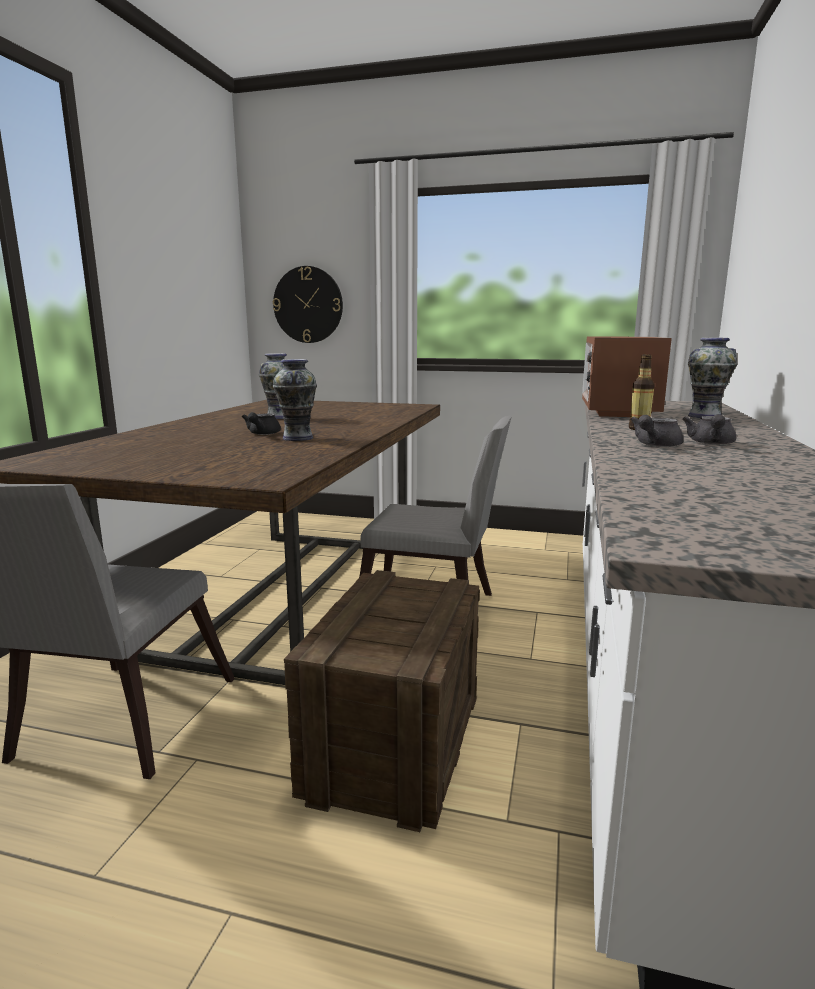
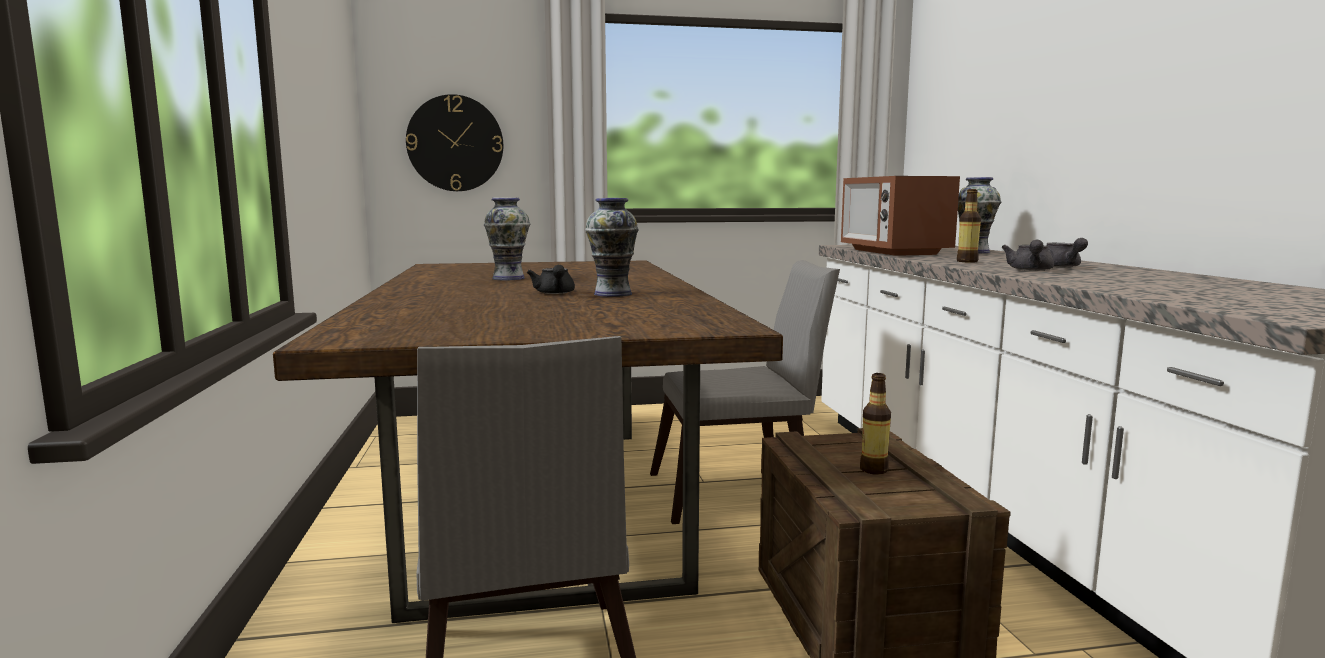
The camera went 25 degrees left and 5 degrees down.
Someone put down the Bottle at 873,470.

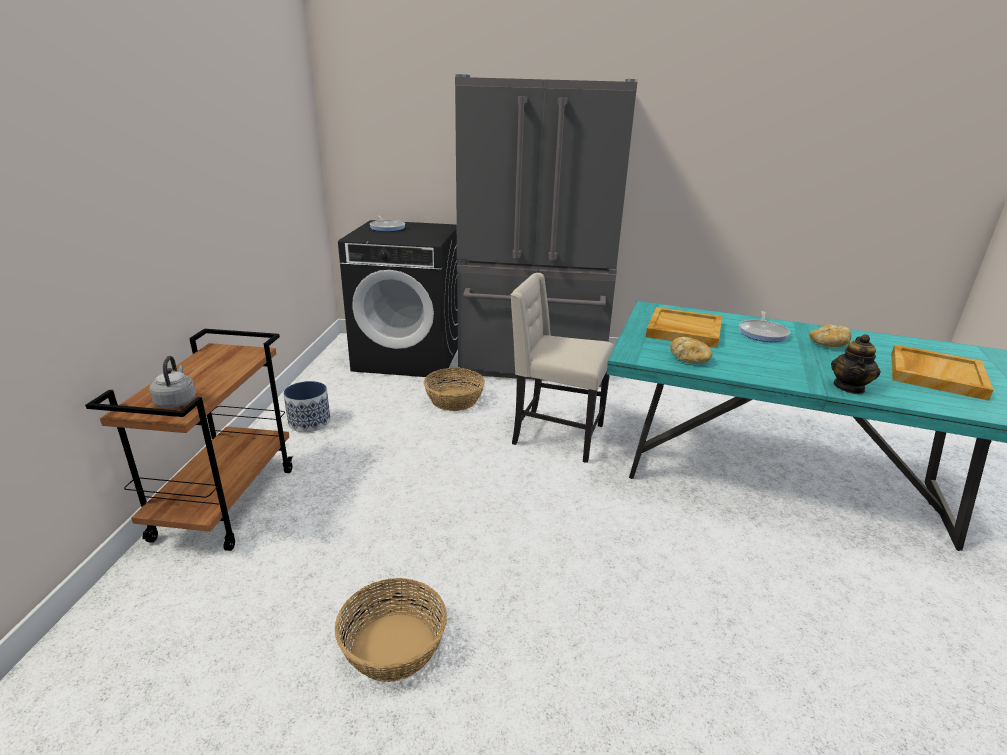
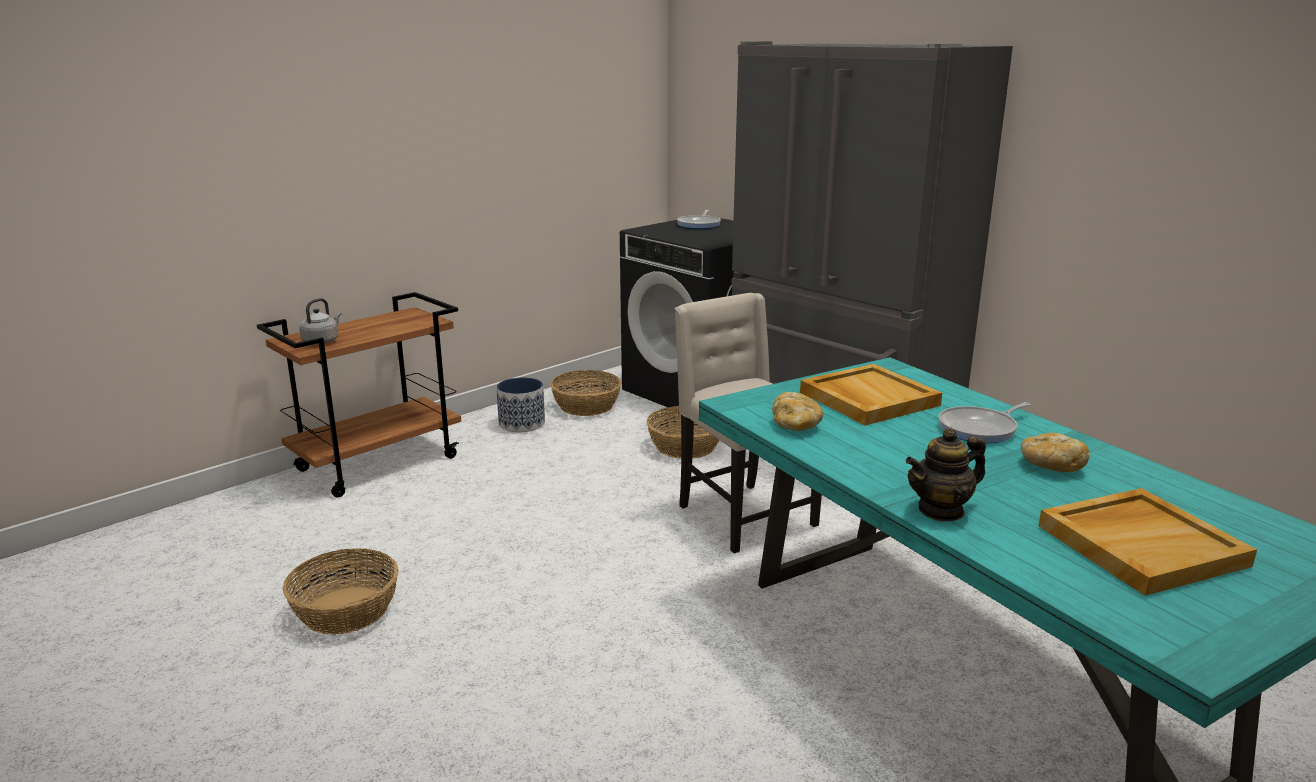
The camera went 40 degrees right and 5 degrees down.
Someone put down the Basket at 586,406.

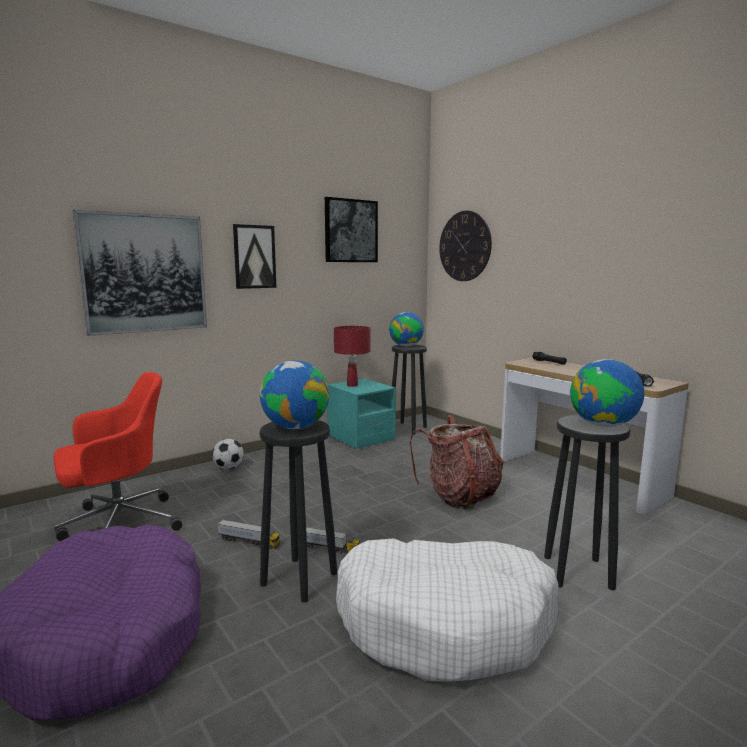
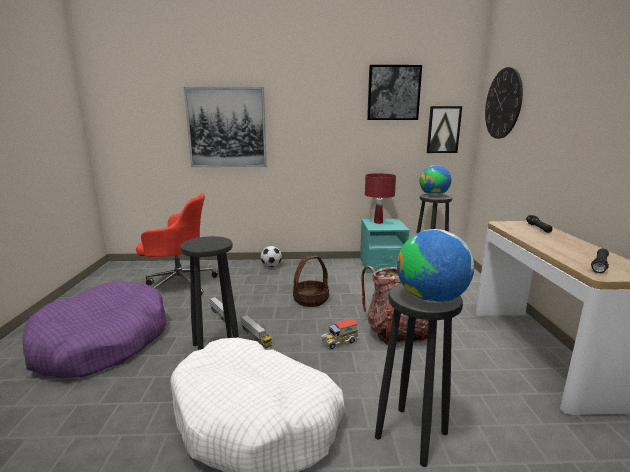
The camera went 35 degrees right and 5 degrees up.
Someone took away the Globe at 295,427.
Someone put down the Basket at 311,300.
Someone put down the ToyTruck at 339,342.
Someone carried the Picture from 254,257 to 443,129.

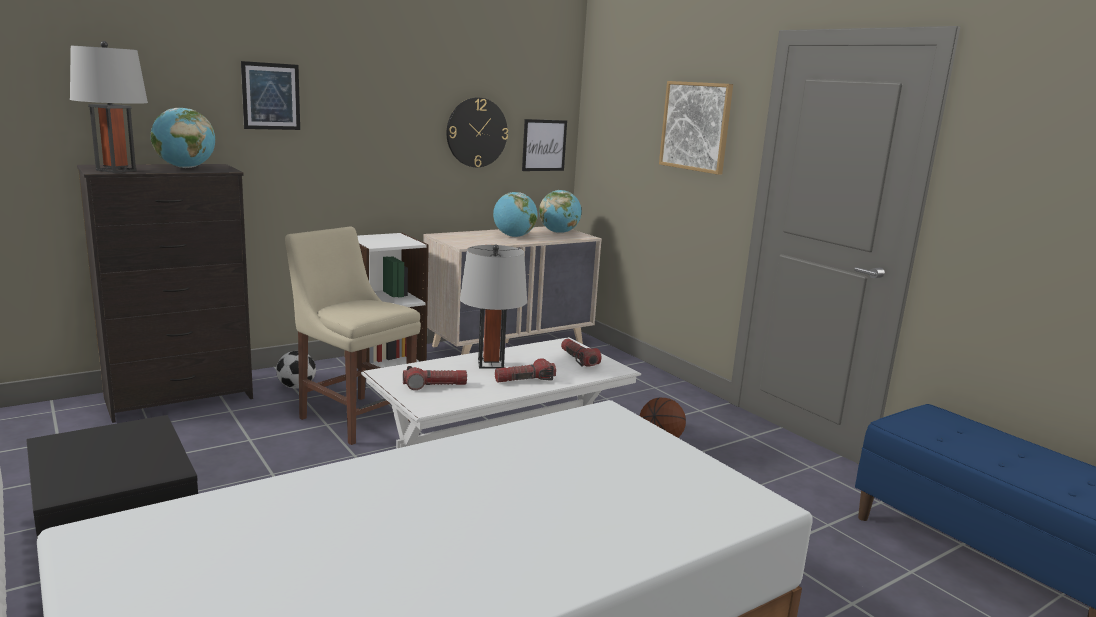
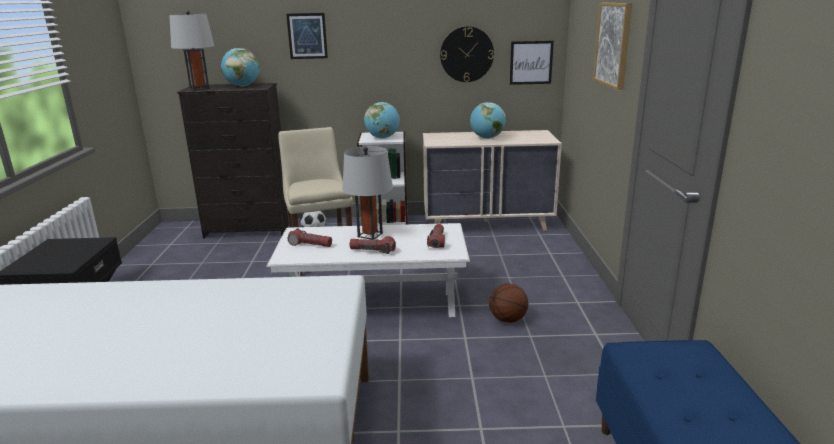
The camera went 35 degrees right and 5 degrees up.
Someone carried the Globe from 559,232 to 382,138.

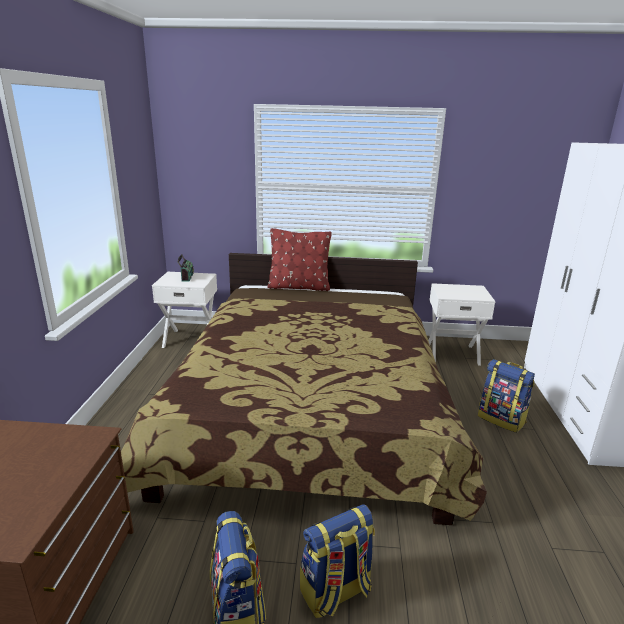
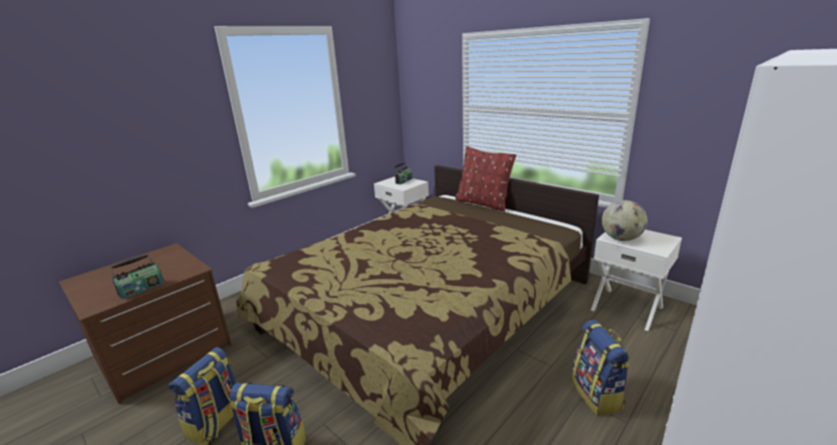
The camera went 40 degrees right and 0 degrees up.
Someone put down the Radio at 141,288.
Someone put down the Globe at 621,239.

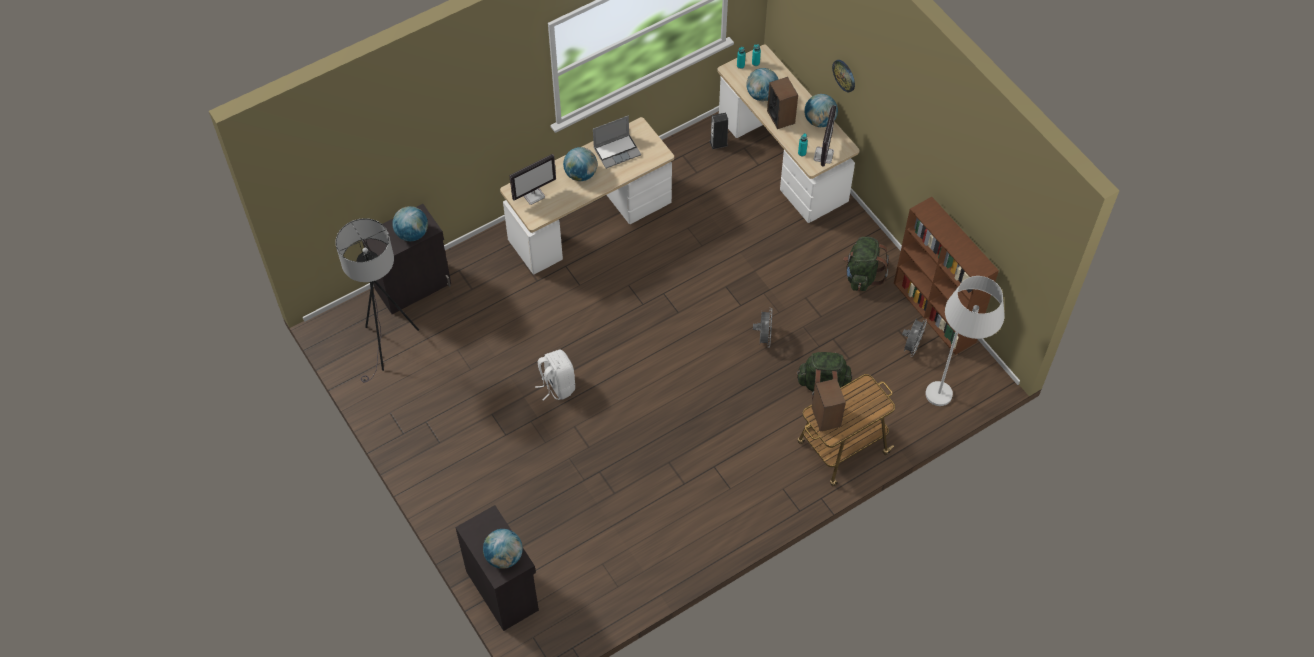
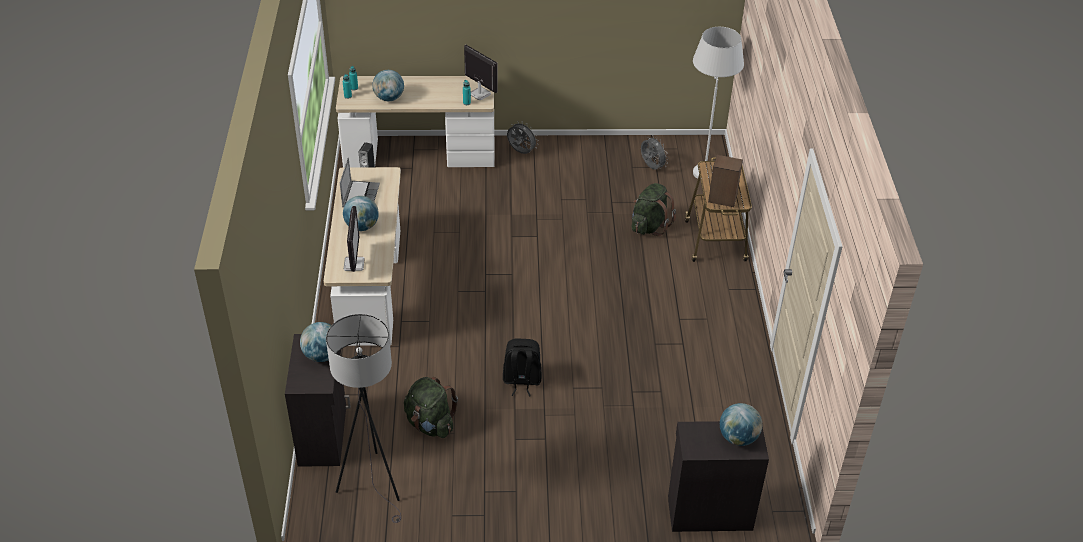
The camera went 60 degrees left and 15 degrees down.
Someone took away the Speaker at 781,117.
Someone took away the Globe at 819,121.
Someone took away the WallClock at 844,75.
Someone took away the BrownBookcase at 935,313.
Someone carried the GreyFan from 763,337 to 521,152.
Someone carried the GreenBackpack from 862,275 to 430,424.
Someone repainted the WhiteBackpack at 557,385, which became the BlackBackpack at 521,381.

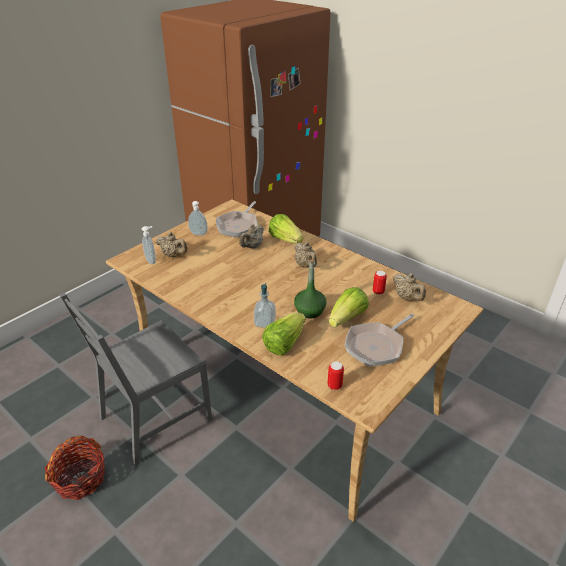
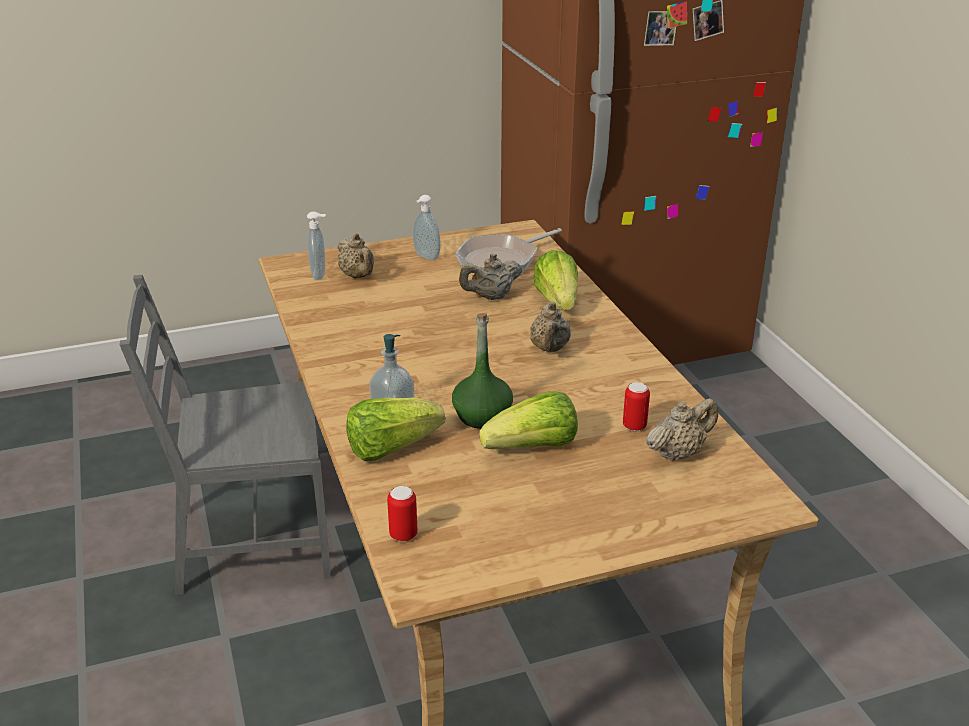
The camera went 30 degrees right and 5 degrees down.
Someone took away the Basket at 80,478.
Someone took away the FryingPan at 376,346.
Someone rotated the BeigeTeapot at 407,298 by 120 degrees counterclockwise.

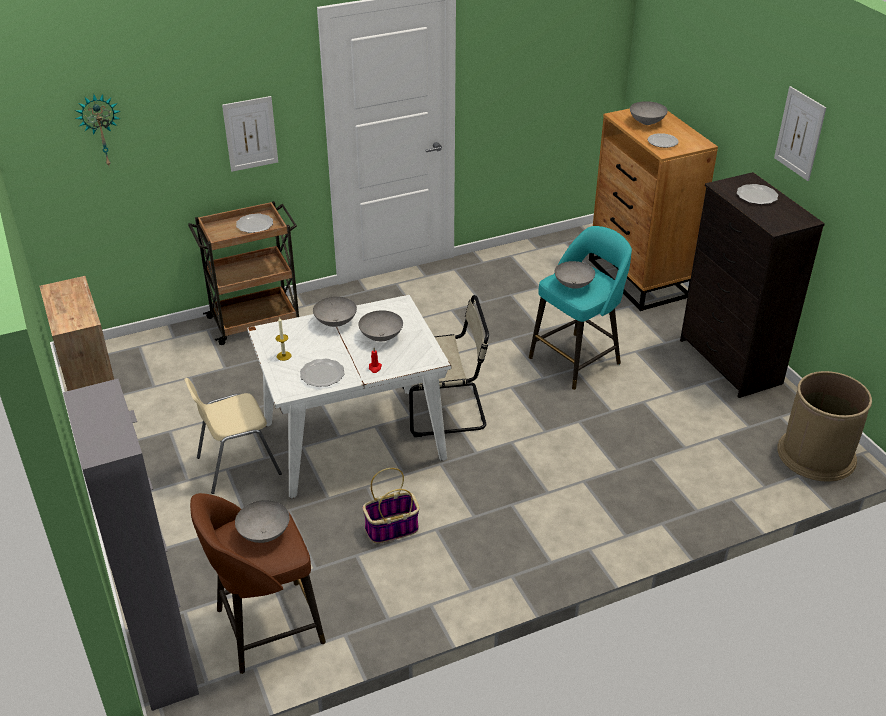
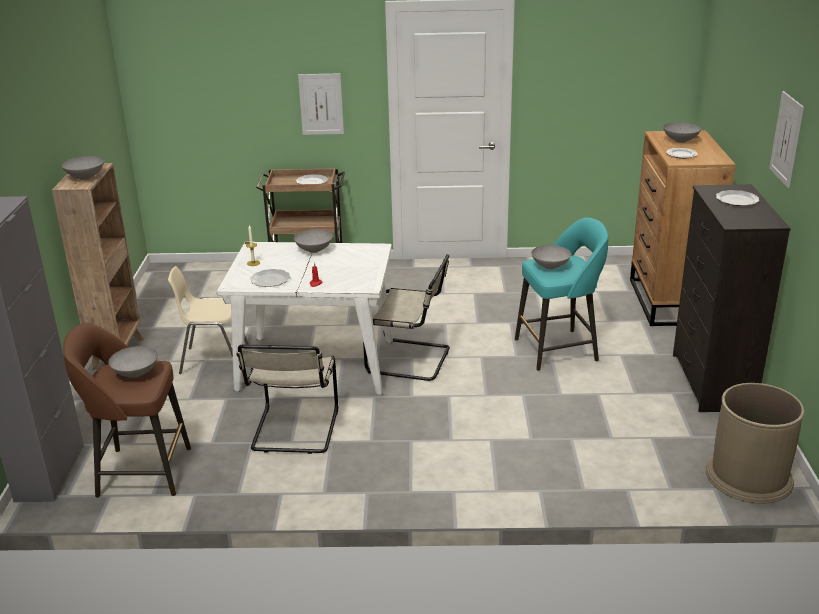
The camera went 25 degrees right and 10 degrees down.
Someone took away the WallClock at 100,129.
Someone carried the GreyBowl from 382,336 to 86,177.
Someone swapped the Basket at 391,529 for the BeigeChair at 294,432.

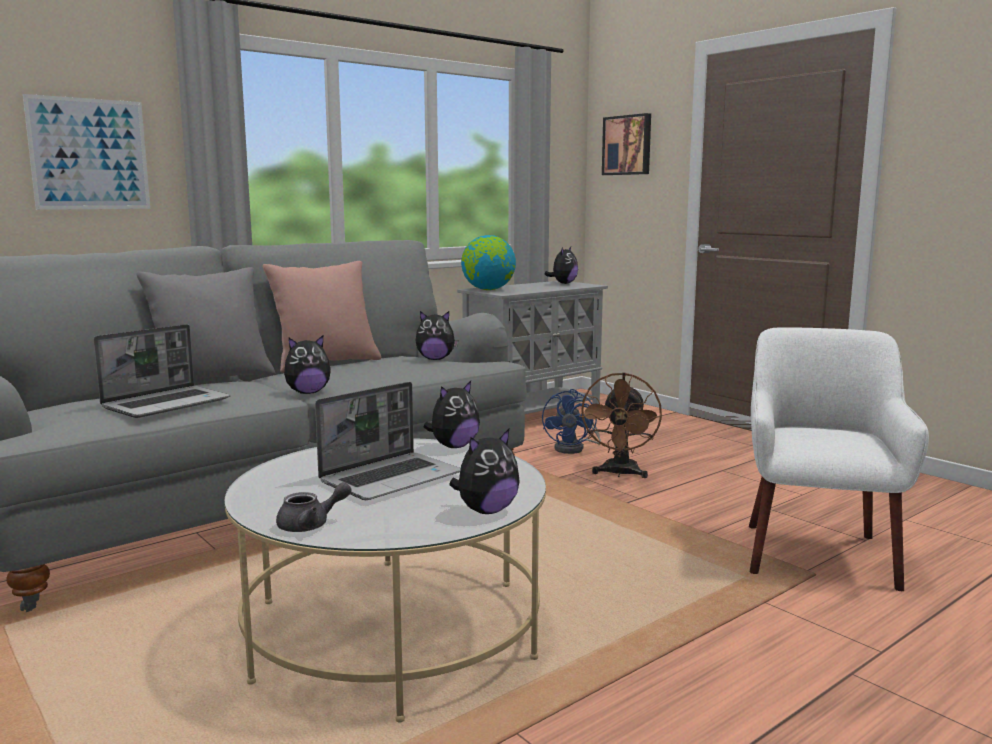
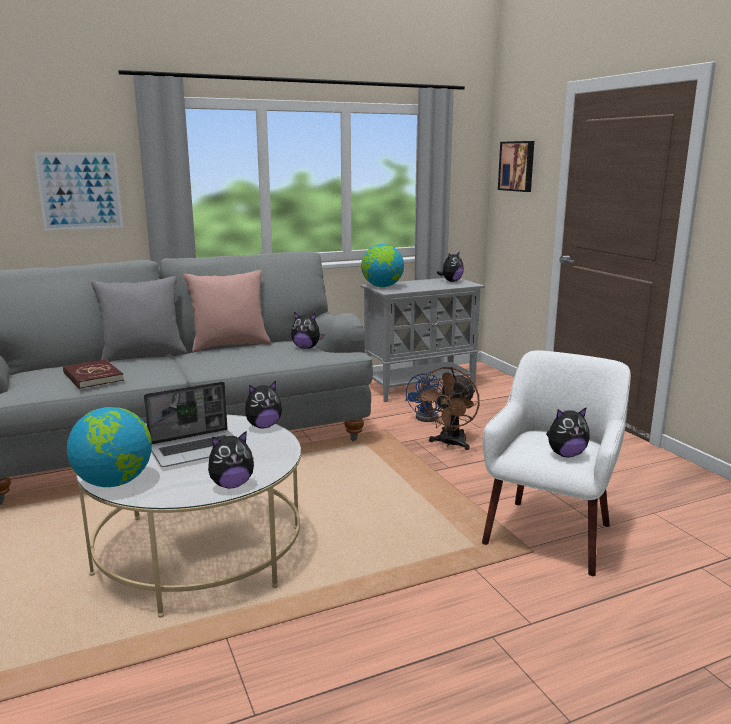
The camera went 15 degrees right and 5 degrees up.
Someone carried the PlushToy from 308,393 to 565,454.
Someone swapped the Laptop at 167,404 for the RedBook at 92,377.
Someone swapped the GreyTeapot at 311,525 for the Globe at 115,482.

